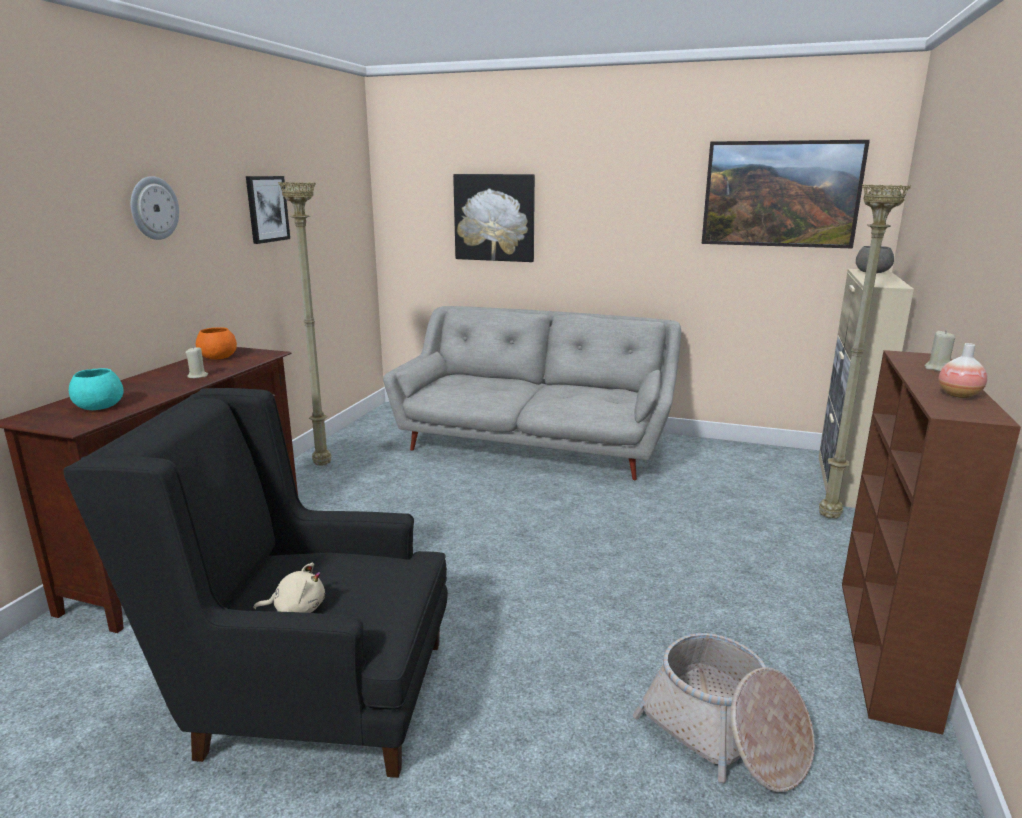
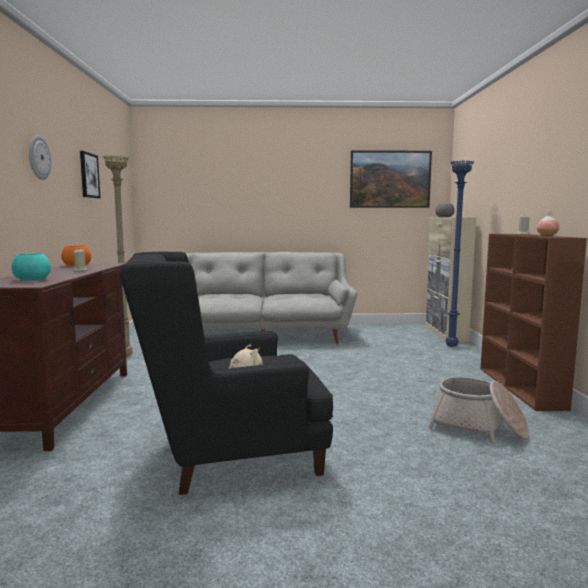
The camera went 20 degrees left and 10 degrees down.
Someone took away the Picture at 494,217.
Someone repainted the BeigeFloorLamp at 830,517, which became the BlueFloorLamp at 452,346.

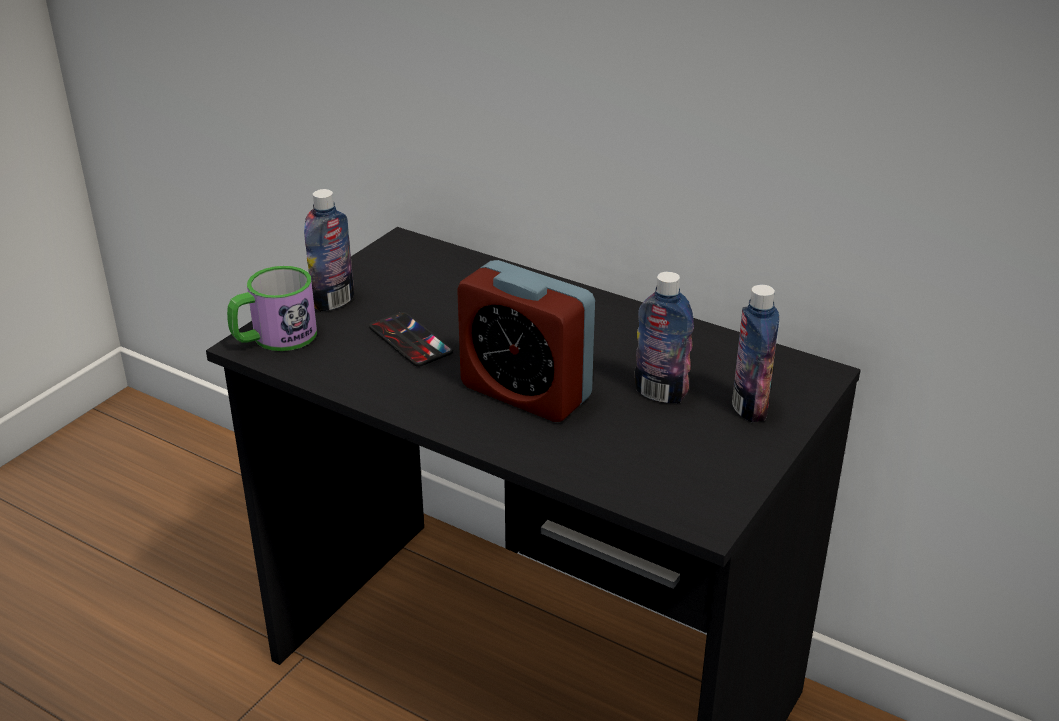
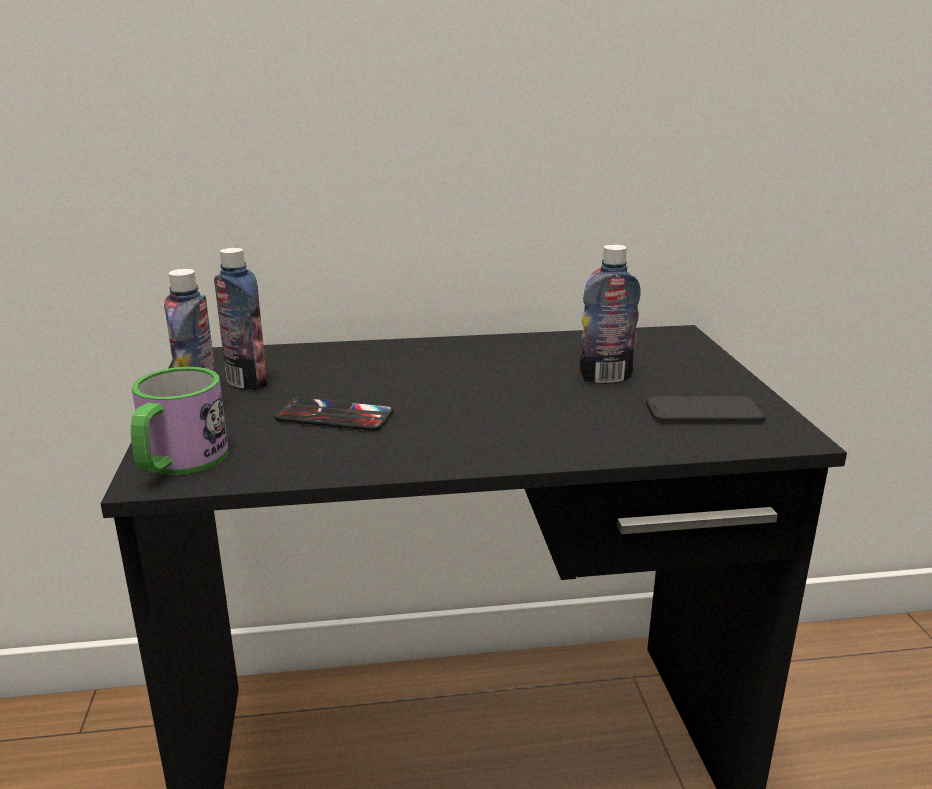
The camera went 40 degrees left and 10 degrees down.
Someone took away the AlarmClock at 525,392.
Someone put down the Phone at 704,411.
Someone carried the Bottle from 749,407 to 246,382.

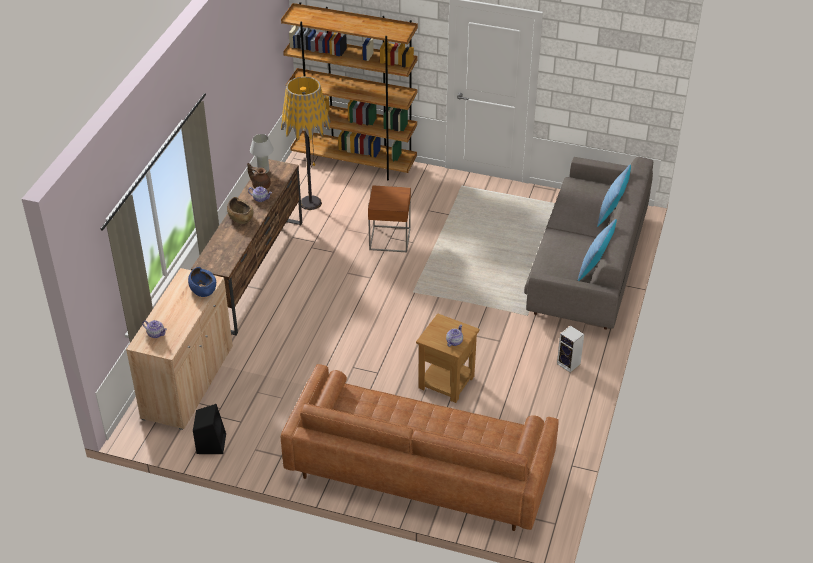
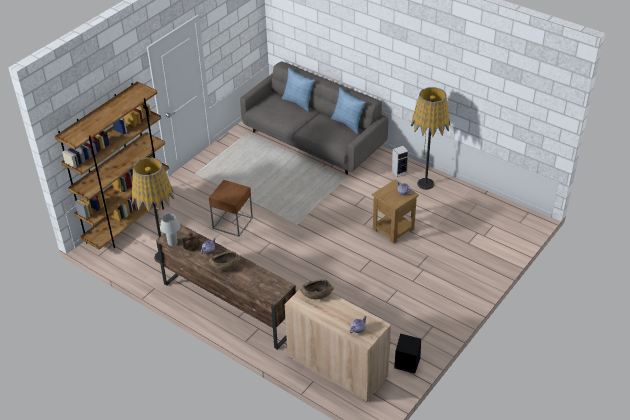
The camera went 70 degrees left and 0 degrees up.
Someone took away the BrownSofa at 420,470.
Someone put down the FloorLamp at 425,184.
Someone repainted the BlueBowl at 203,289, which became the BrownBowl at 316,294.

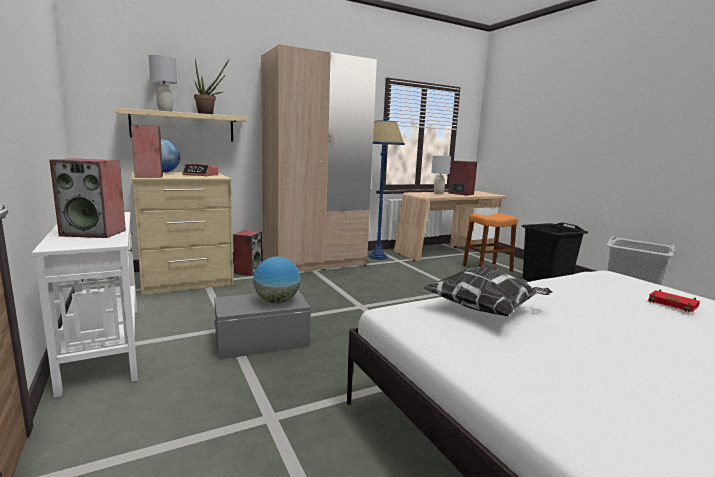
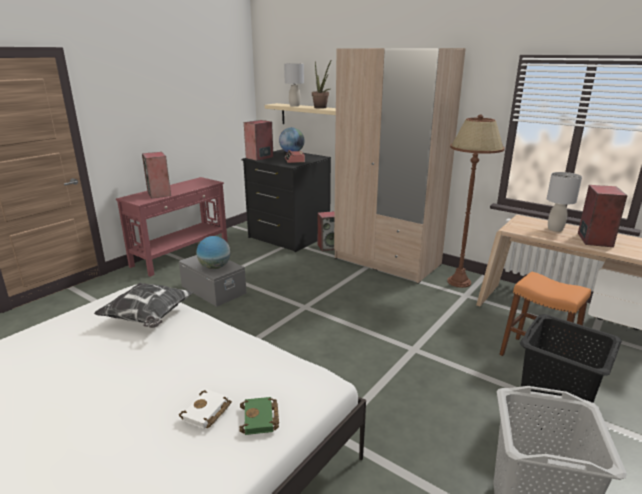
The camera went 65 degrees right and 10 degrees up.
Someone put down the GreenBook at 261,419.
Someone repainted the WhiteConsoleTable at 105,344, which became the RedConsoleTable at 181,255.
Someone repainted the BeigeDresser at 185,279, which became the BlackDresser at 288,236.
Someone repainted the BlueFloorLamp at 378,257, which became the BrownFloorLamp at 459,282.
Someone repainted the RedBook at 674,304, which became the WhiteBook at 206,413.

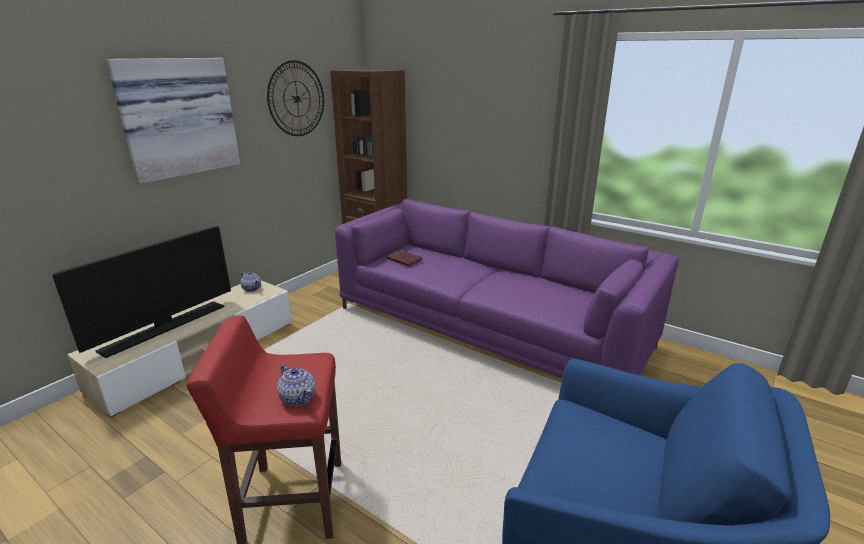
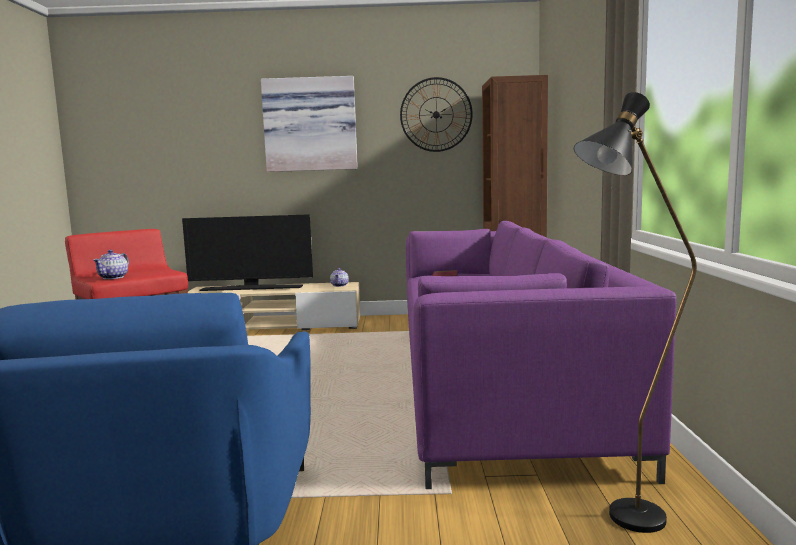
The camera went 55 degrees right and 15 degrees down.
Someone put down the BlackFloorLamp at 623,524.

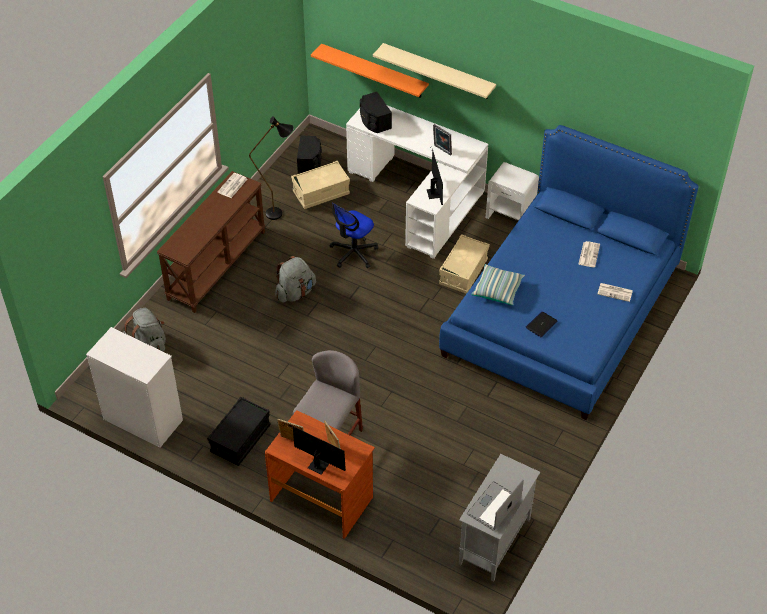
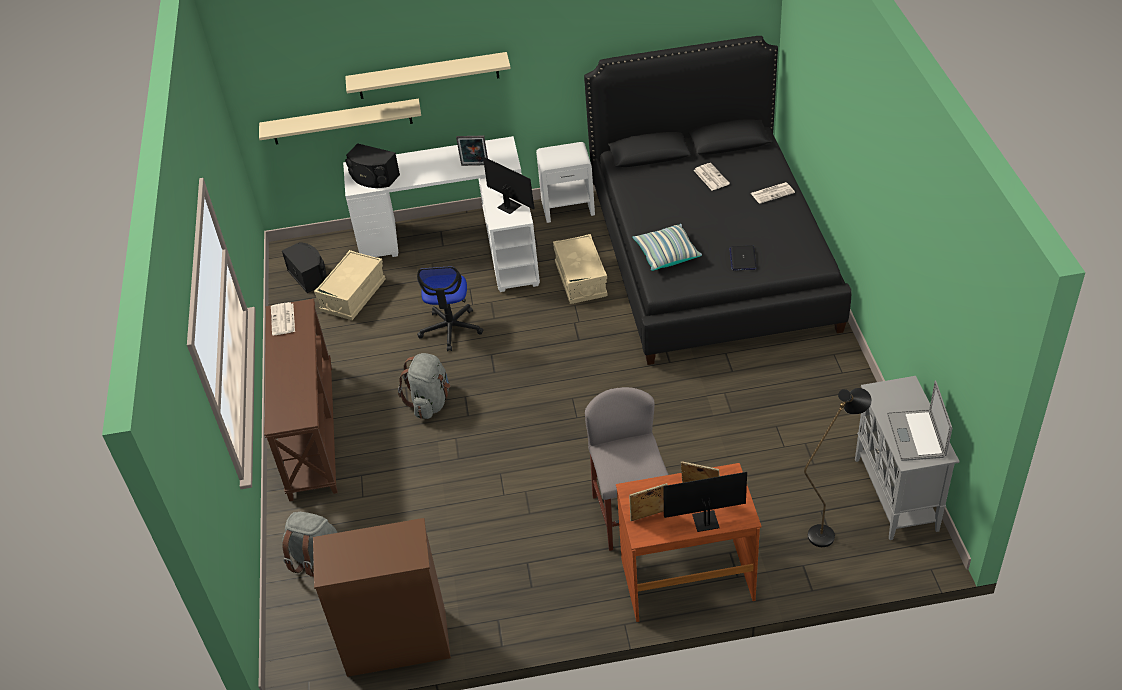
The camera went 35 degrees left and 5 degrees down.
Someone took away the BlackStorageBox at 240,439.
Someone carried the BlackFloorLamp from 280,213 to 828,530.
Someone repainted the WhiteDresser at 142,419, which became the BrownDresser at 396,643.
Someone repainted the OrangeShelf at 374,71, which became the BeigeShelf at 341,122.
Someone repainted the BlueBed at 560,312, which became the BlackBed at 710,258.

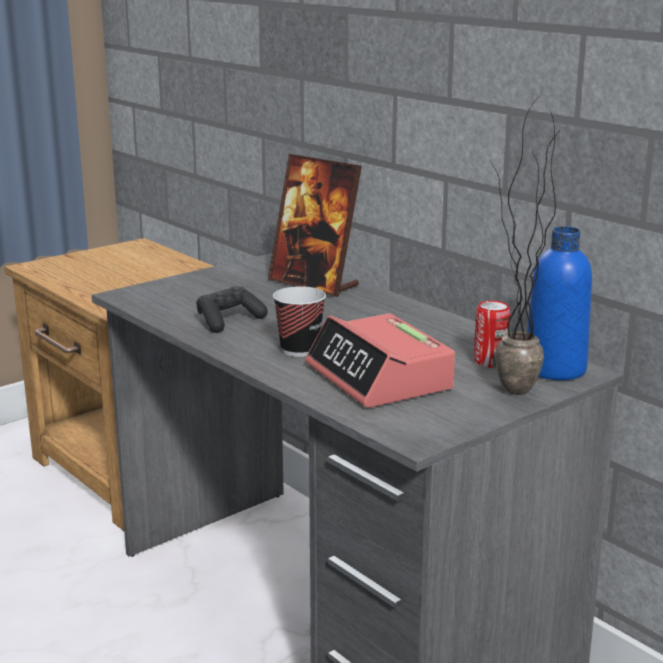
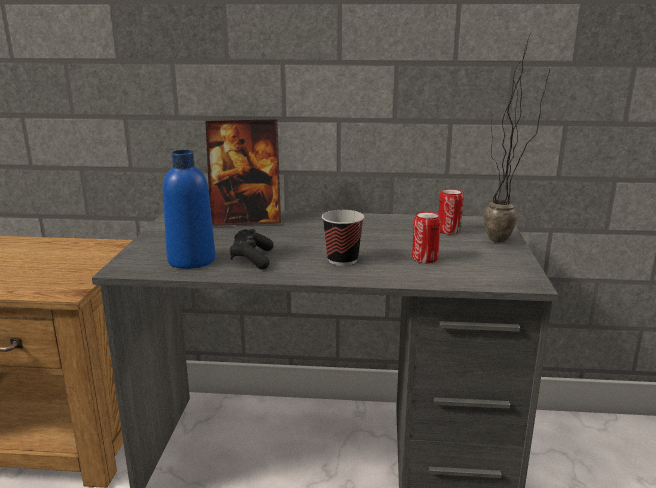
The camera went 45 degrees left and 0 degrees up.
Someone carried the BlueBottle from 555,369 to 191,260.
Someone swapped the AlarmClock at 379,378 for the Can at 424,259.

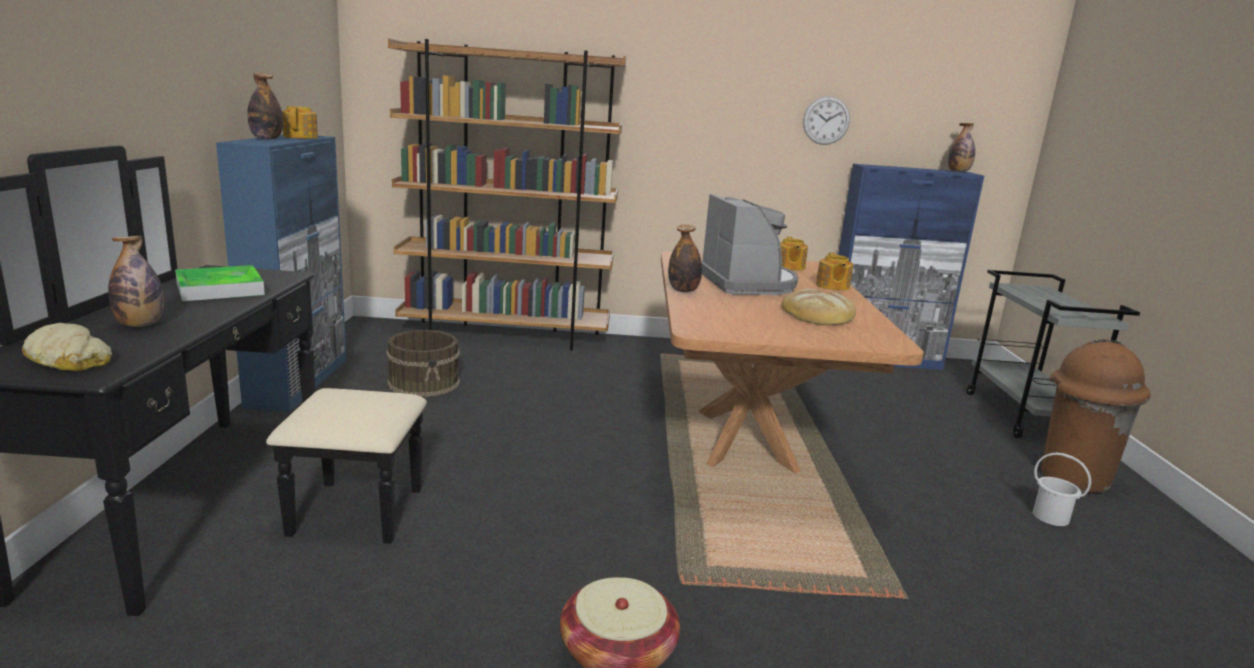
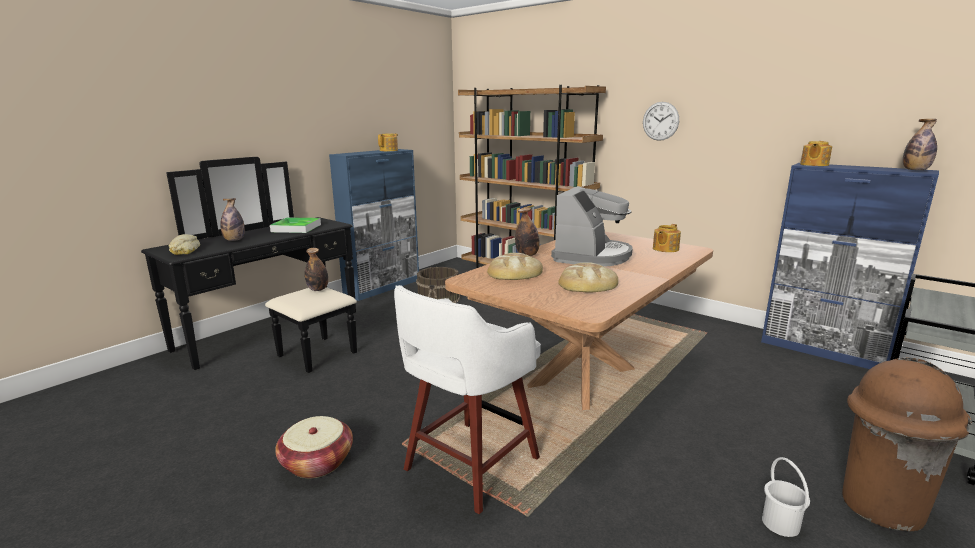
The camera went 40 degrees right and 0 degrees up.
Someone put down the WhiteStool at 469,466.
Someone put down the Bread at 514,272.
Someone carried the Bottle from 266,139 to 318,289.
Someone carried the WallClock from 826,120 to 660,121.
Someone carried the Teapot from 832,286 to 813,164.

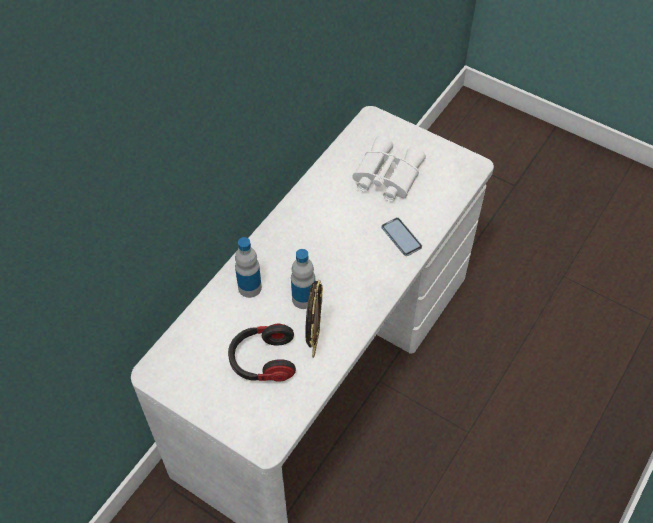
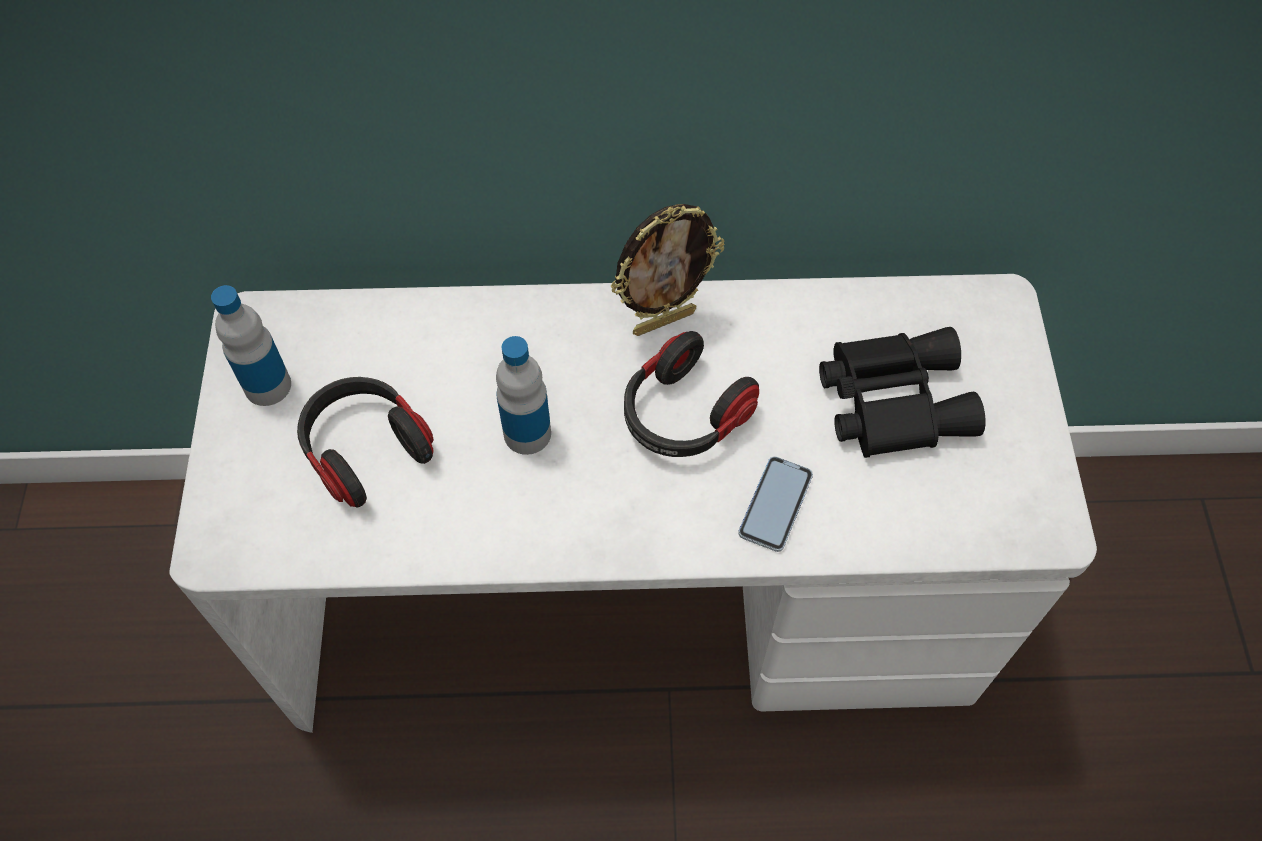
The camera went 55 degrees right and 5 degrees up.
Someone put down the Headphones at 683,415.
Someone carried the Bottle from 250,287 to 267,386.
Someone carried the PictureFrame from 314,341 to 663,321.
Someone repainted the WhiteBinoculars at 385,176, which became the BlackBinoculars at 891,398.

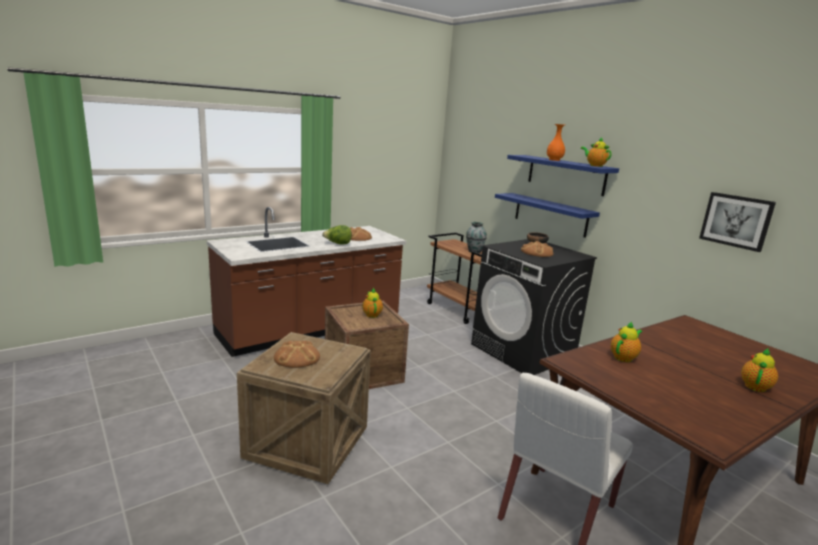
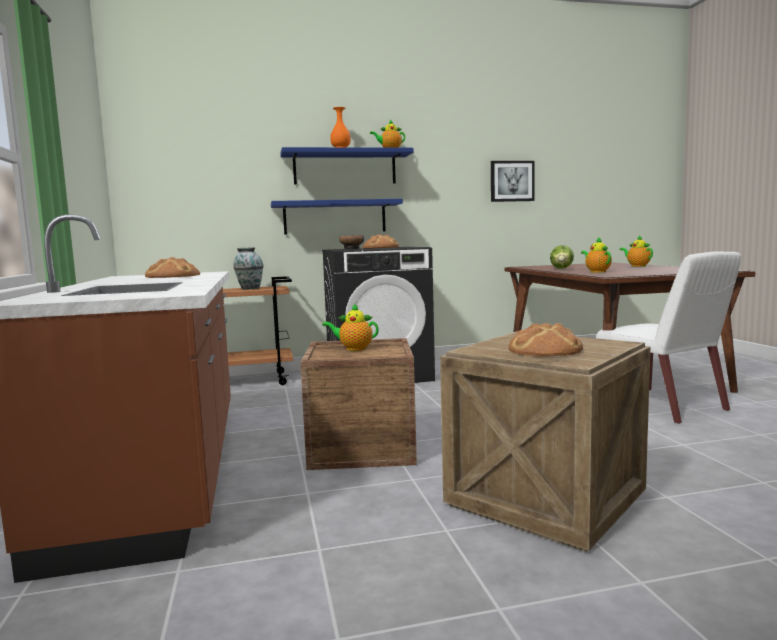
The camera went 65 degrees left and 10 degrees down.
Someone carried the Lettuce from 338,244 to 562,268.

